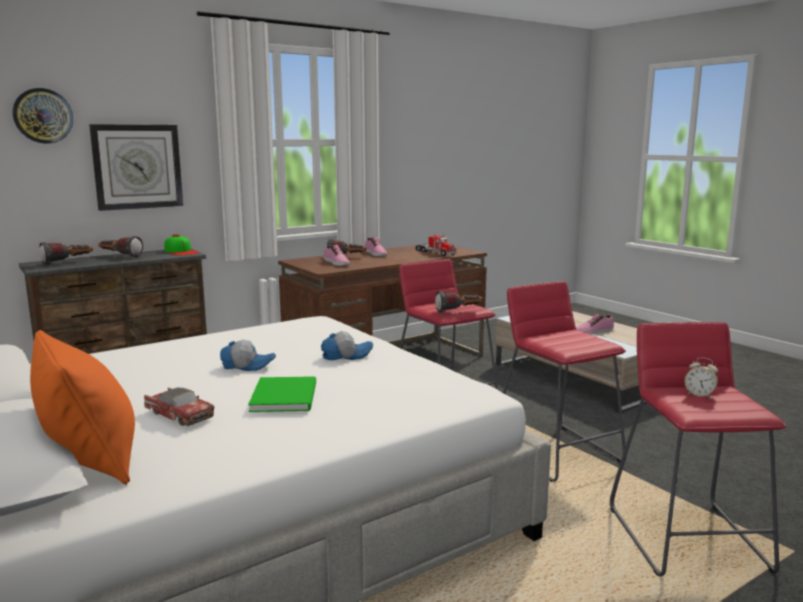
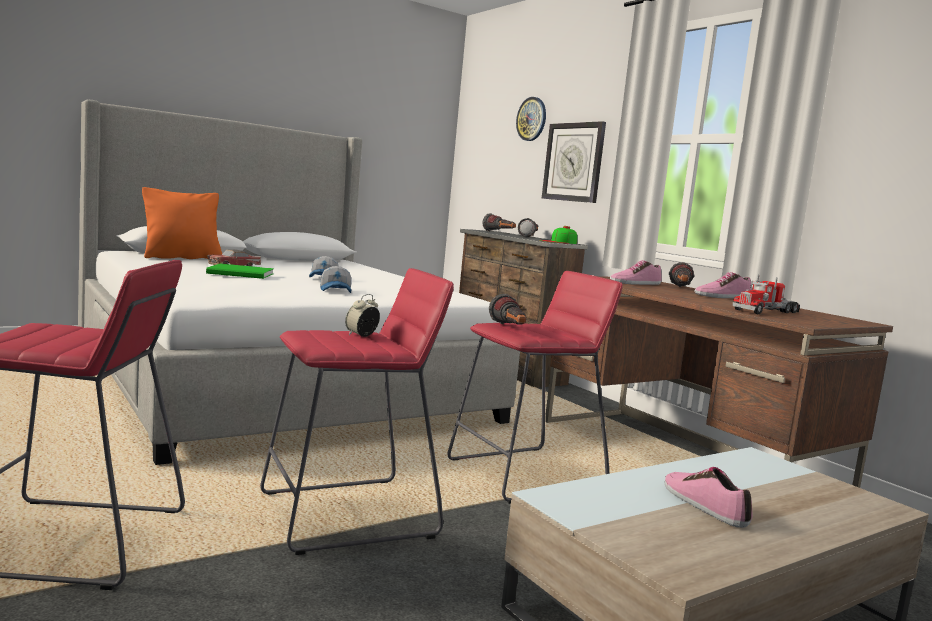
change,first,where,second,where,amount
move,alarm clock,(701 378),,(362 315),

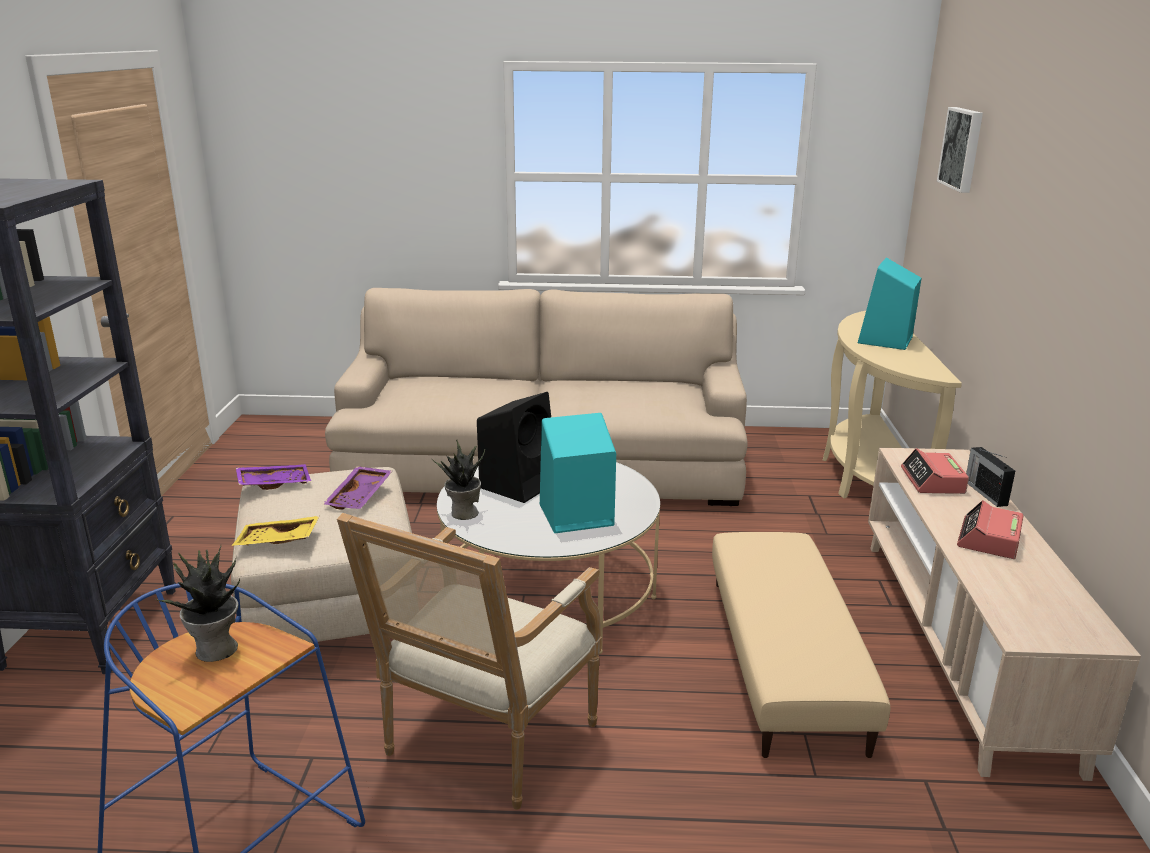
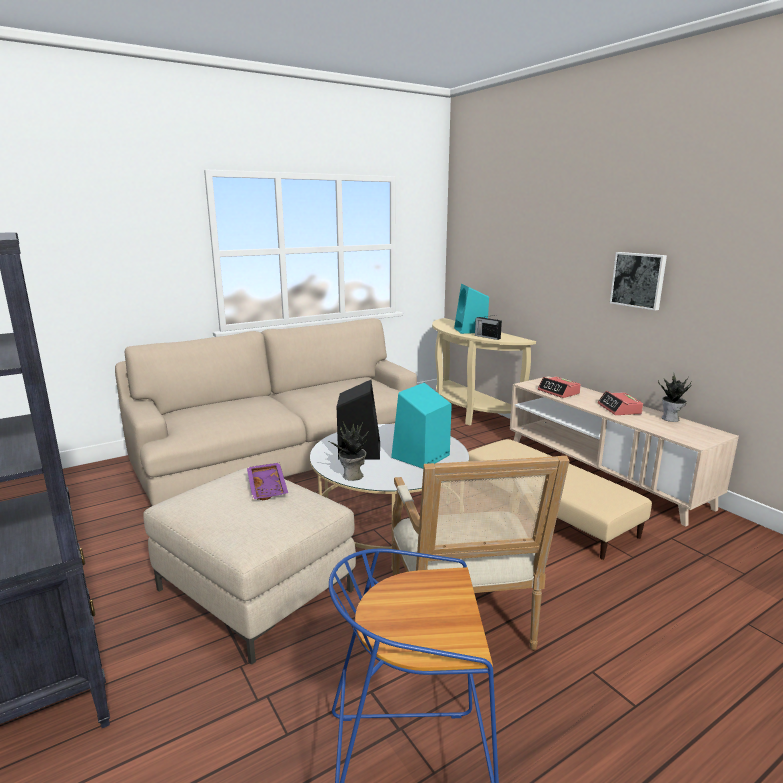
change,first,where,second,where,amount
move,picture,(960 150),,(638 281),
move,radio,(990 477),,(488 327),
delete,tray (purple),(273 477),,,
delete,tray (yellow),(275 531),,,
move,potted plant,(197 603),,(675 398),

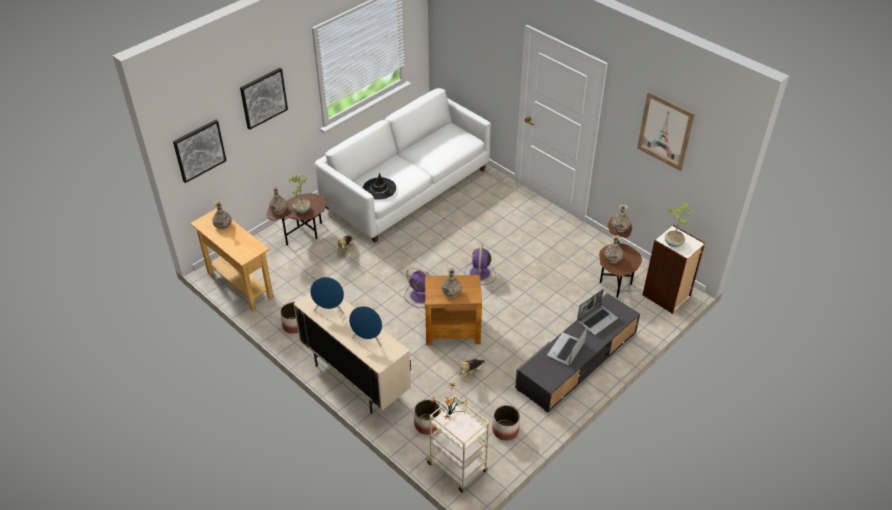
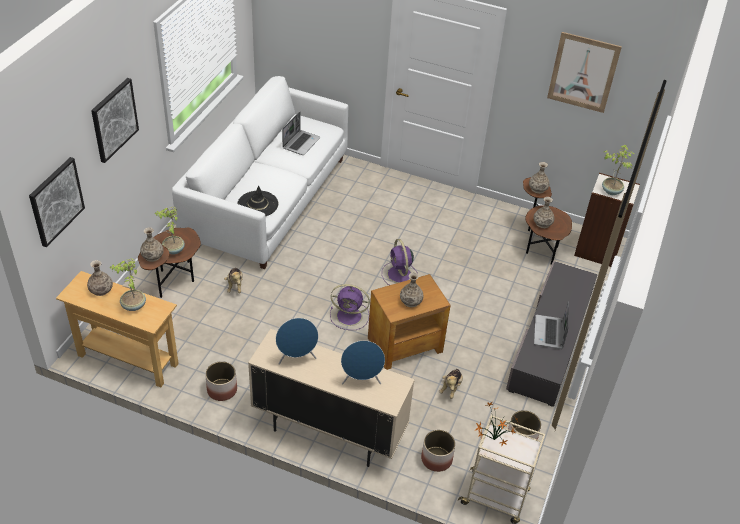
change,first,where,second,where,amount
move,laptop,(597 312),,(301 133),
insert,,,potted plant,(128 284),

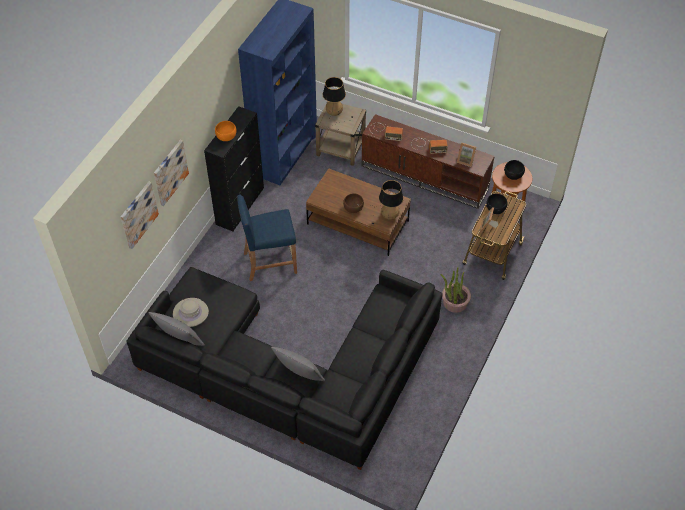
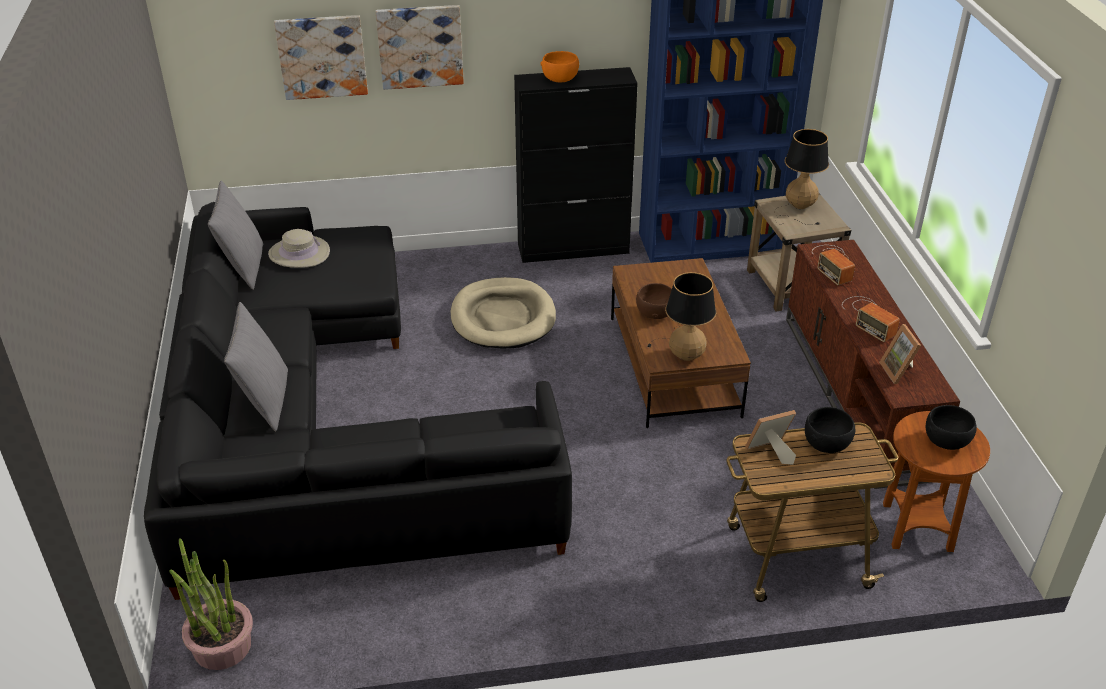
change,first,where,second,where,amount
replace,stool (blue),(267 238),dog bed (beige),(503 313),
move,potted plant,(455 290),,(211 604),

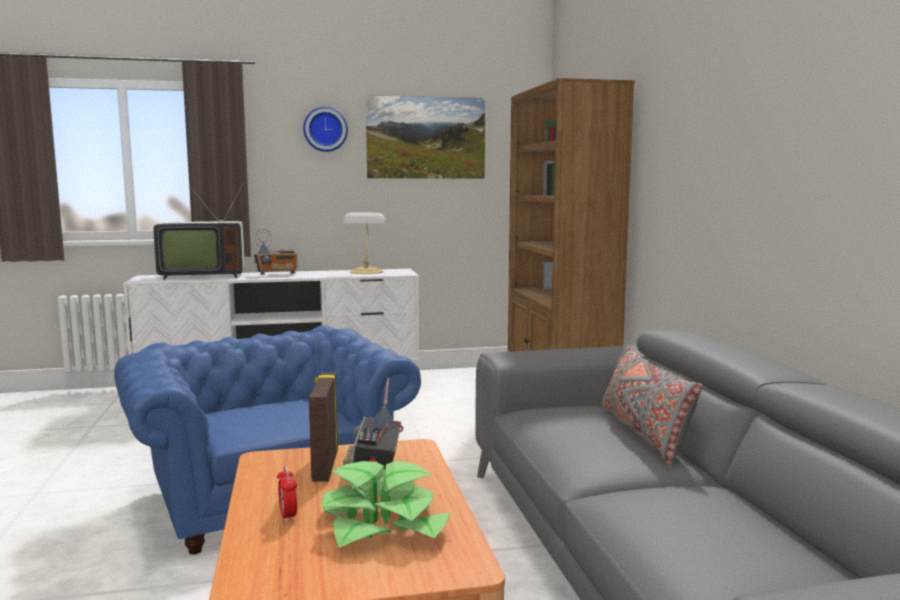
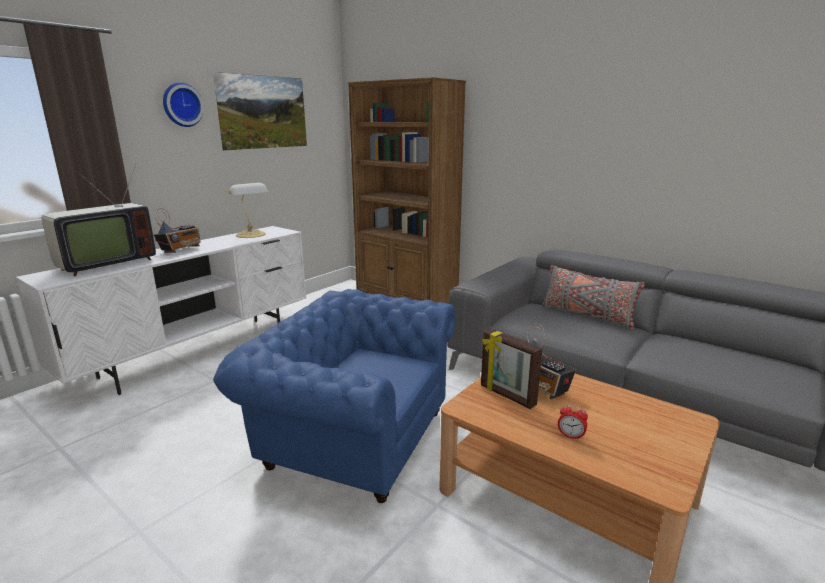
change,first,where,second,where,amount
delete,potted plant,(385 504),,,

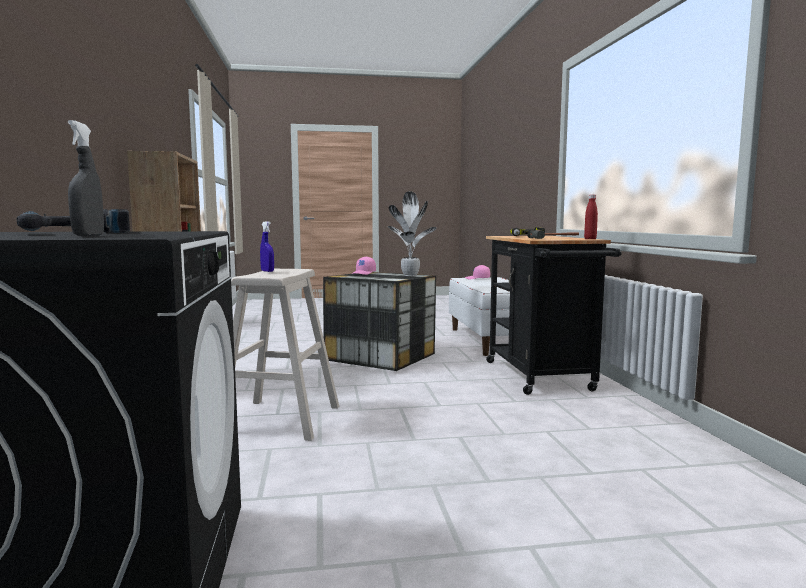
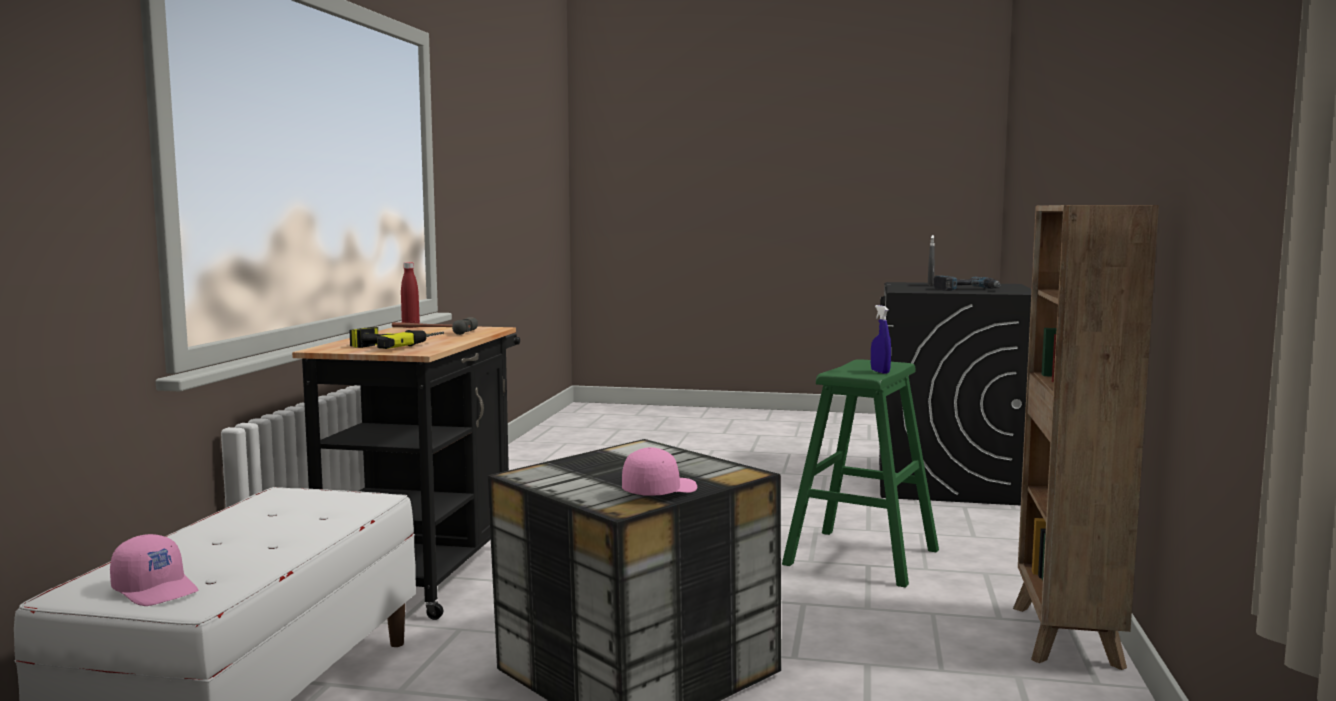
change,first,where,second,where,amount
delete,potted plant,(412 233),,,
recolor,stool (beige),(285 355),stool (green),(860 473),

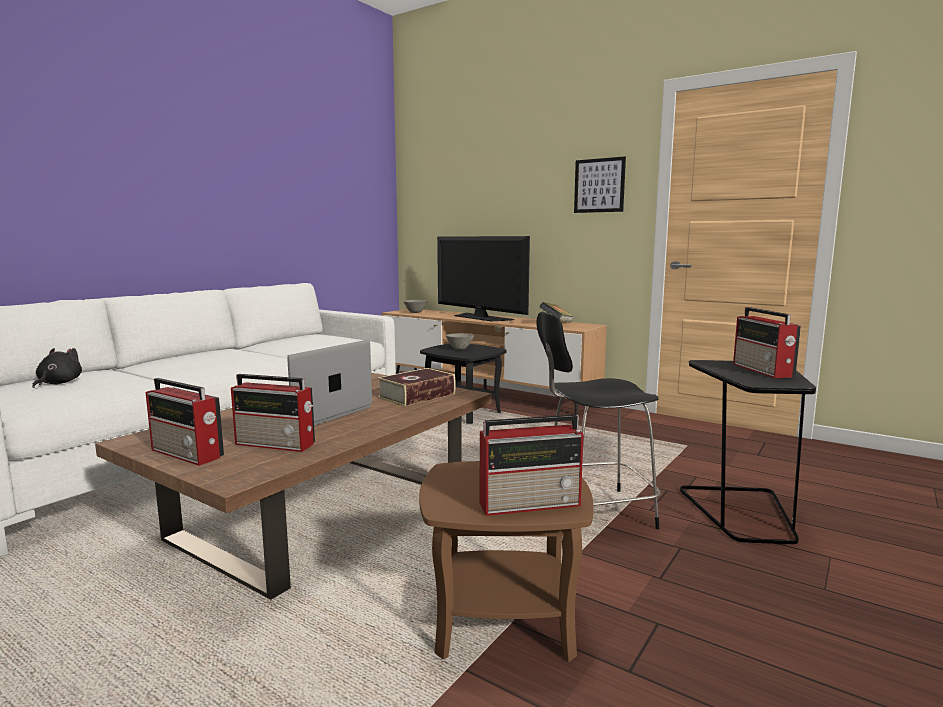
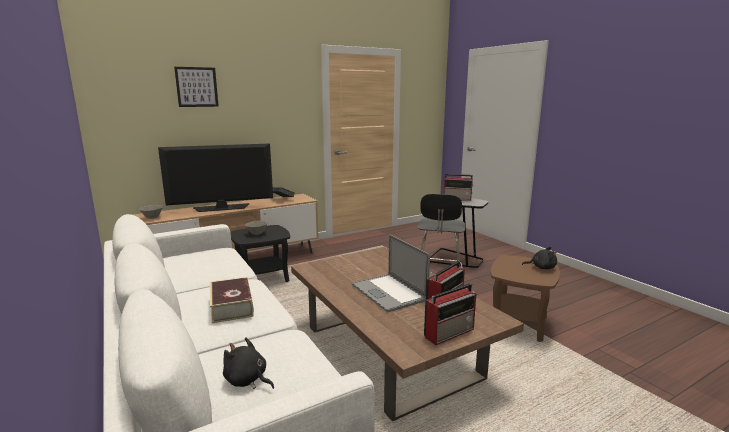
change,first,where,second,where,amount
move,picture,(600 184),,(196 87),
move,book,(416 387),,(232 300),
replace,radio,(531 465),plush toy (black),(539 258),

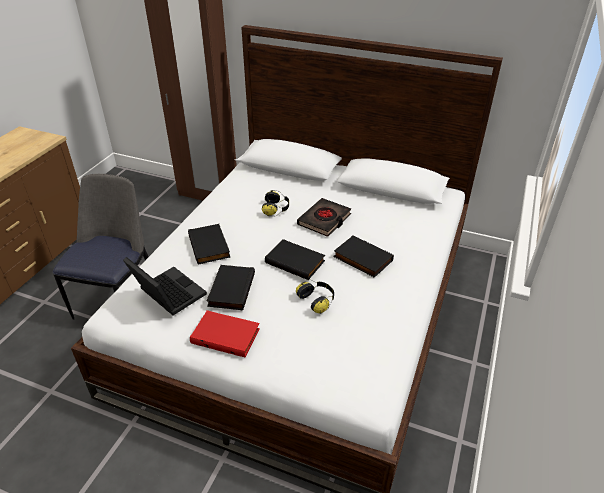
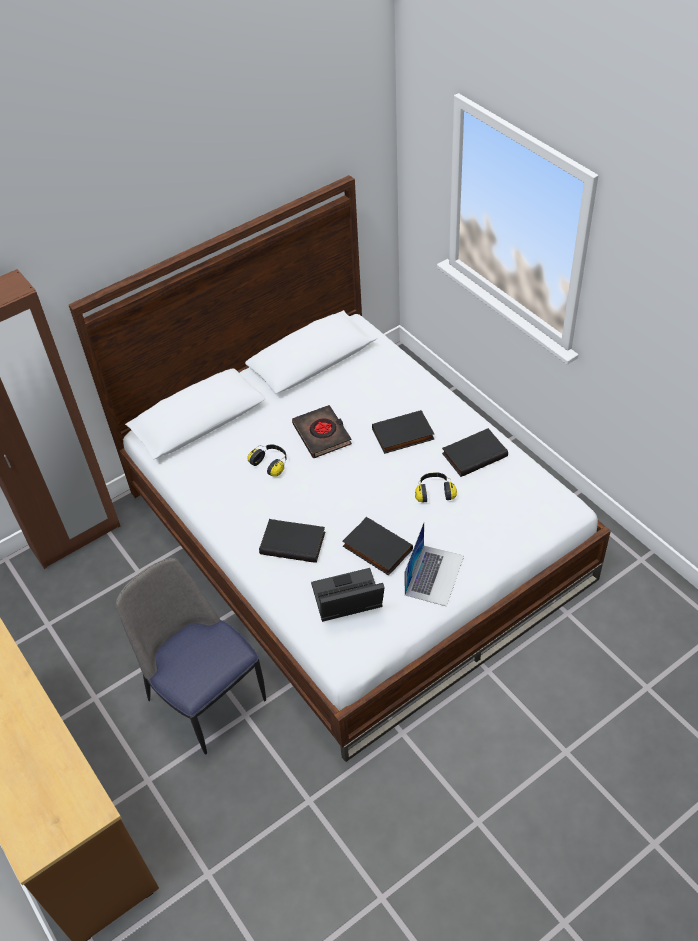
change,first,where,second,where,amount
move,book (black),(295 259),,(475 452),
replace,book (red),(225 334),laptop,(434 564),

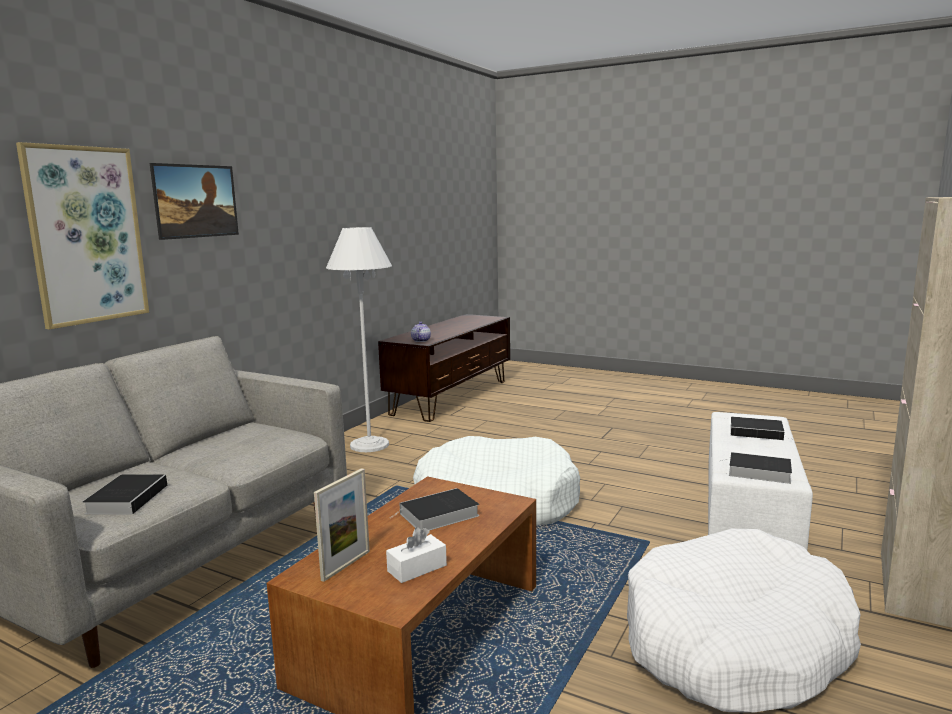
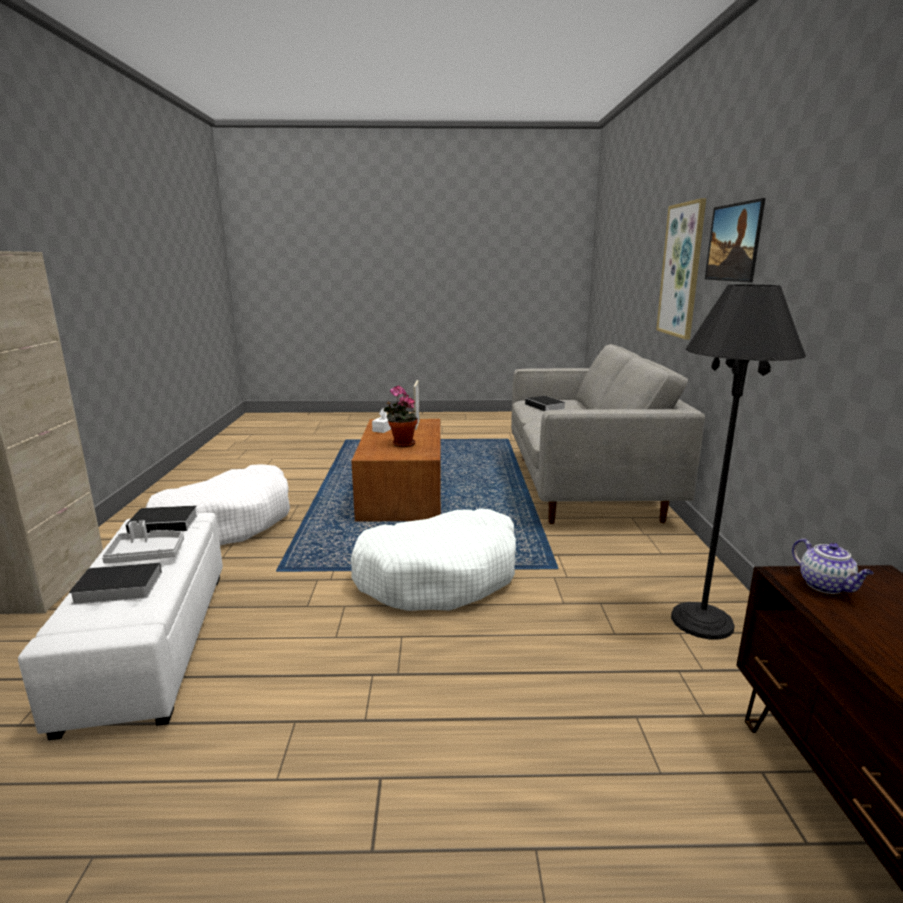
change,first,where,second,where,amount
recolor,floor lamp (white),(359 339),floor lamp (black),(738 462),
replace,book,(434 509),potted plant,(400 416),
insert,,,tray (grey),(143 542),

